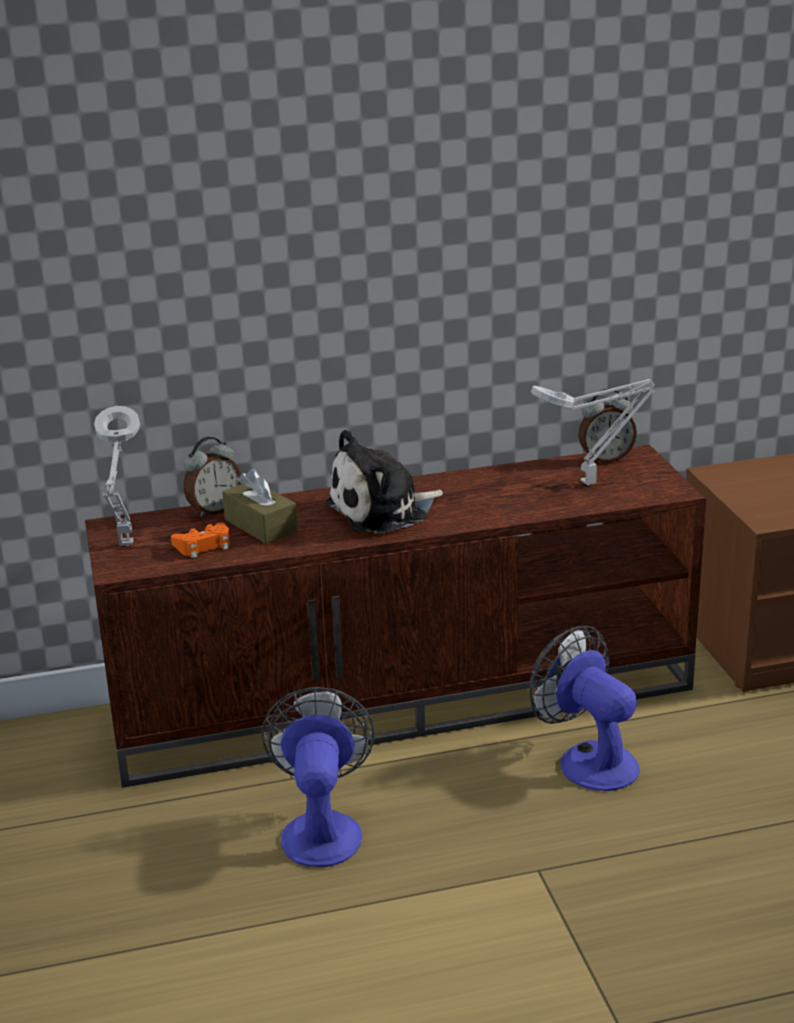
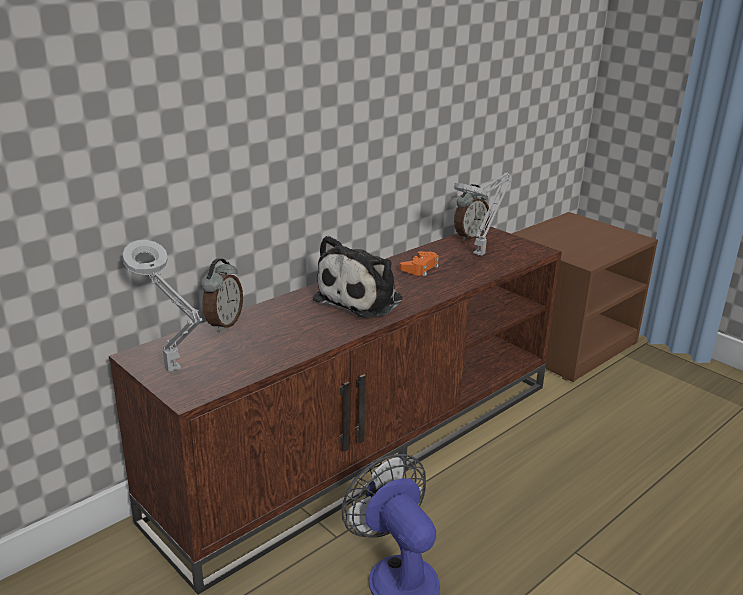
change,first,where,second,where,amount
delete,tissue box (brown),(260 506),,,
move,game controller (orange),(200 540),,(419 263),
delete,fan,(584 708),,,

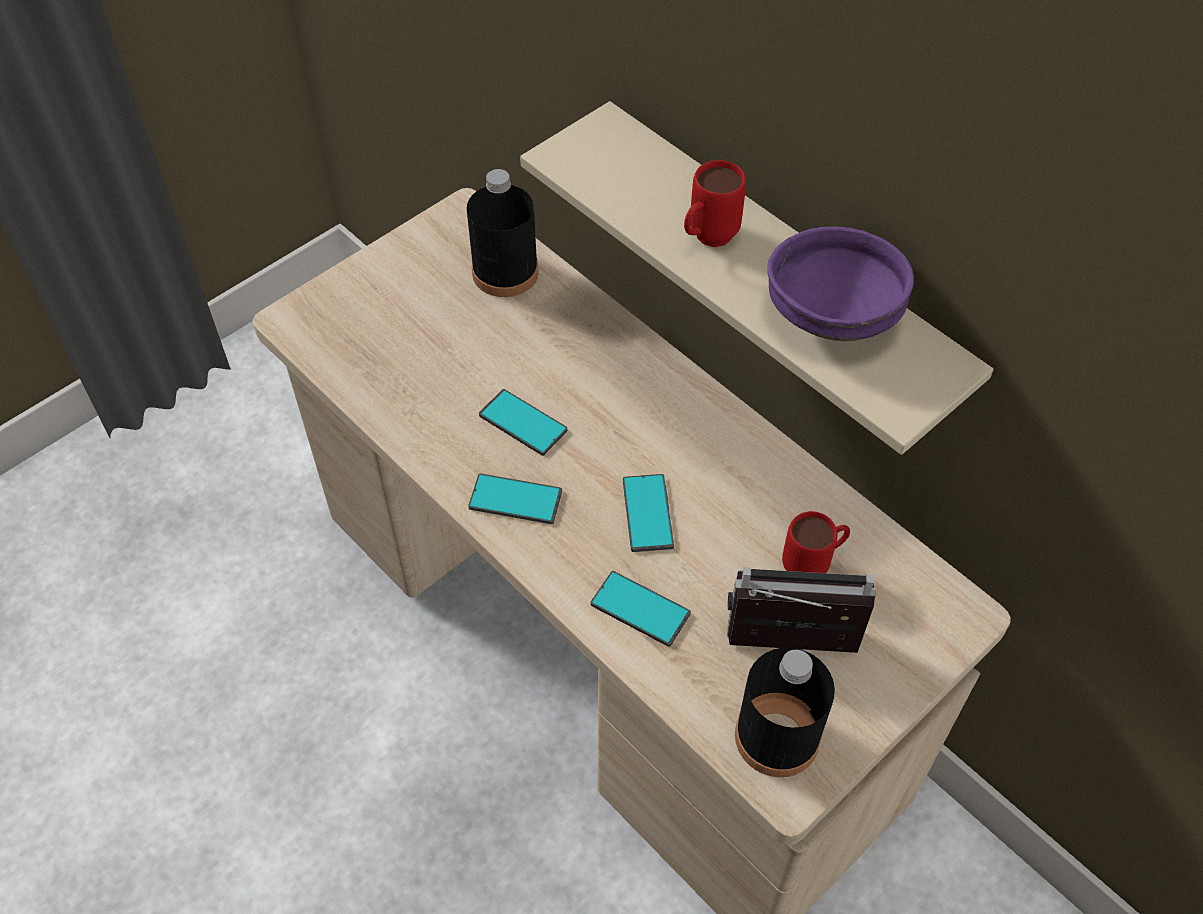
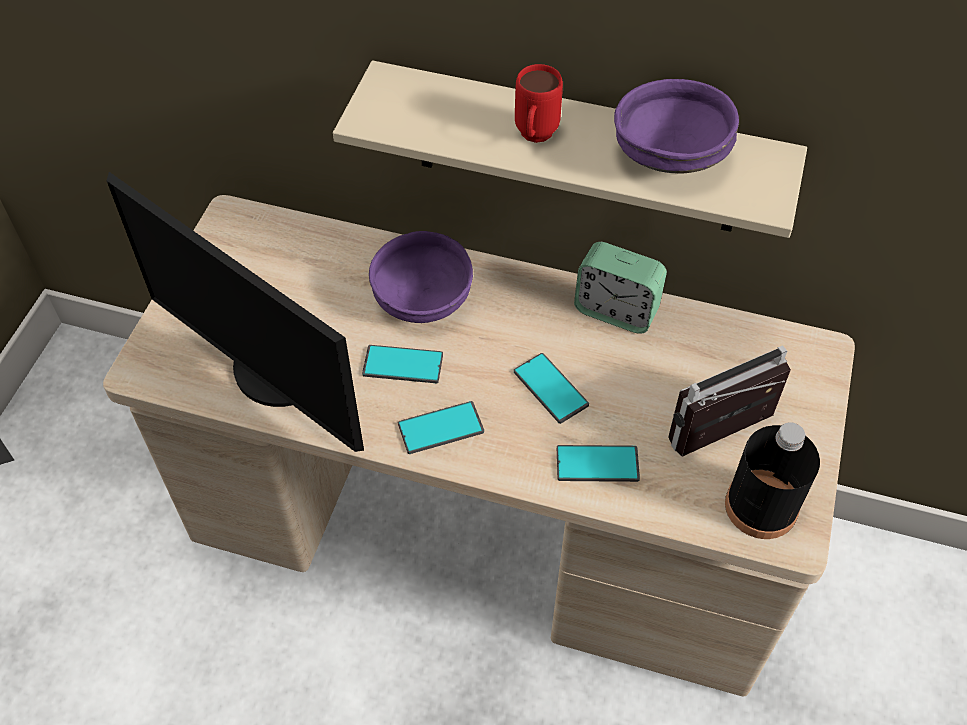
change,first,where,second,where,amount
delete,bottle (black),(503 233),,,
delete,mug (red),(816 542),,,
insert,,,monitor,(235 312),
insert,,,bowl (purple),(421 277),
insert,,,alarm clock,(620 288),

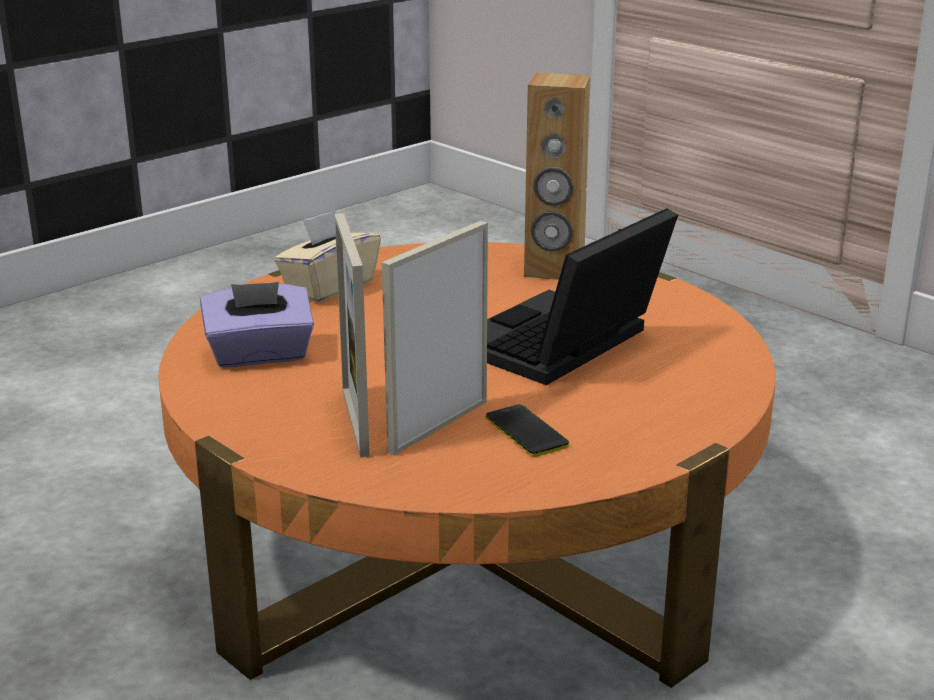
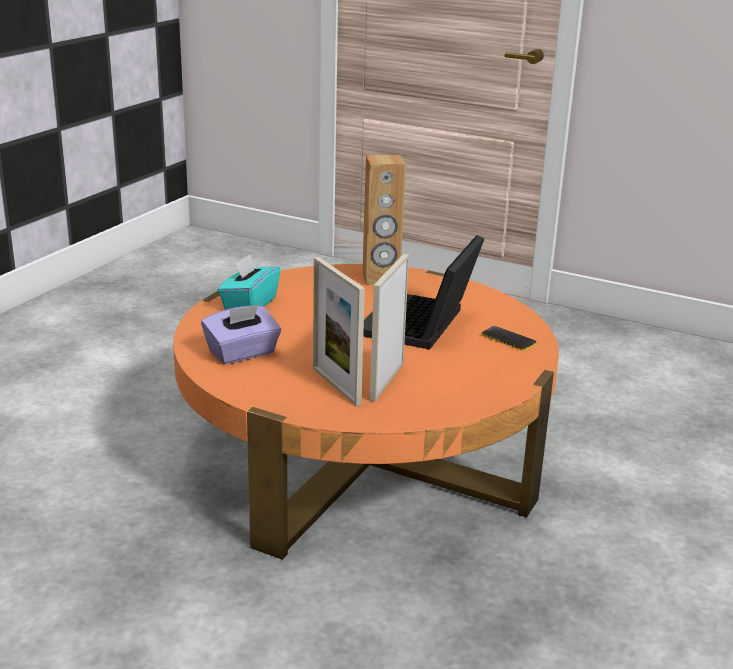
change,first,where,second,where,amount
recolor,tissue box (beige),(327 256),tissue box (turquoise),(248 282),
move,phone,(527 430),,(508 338),

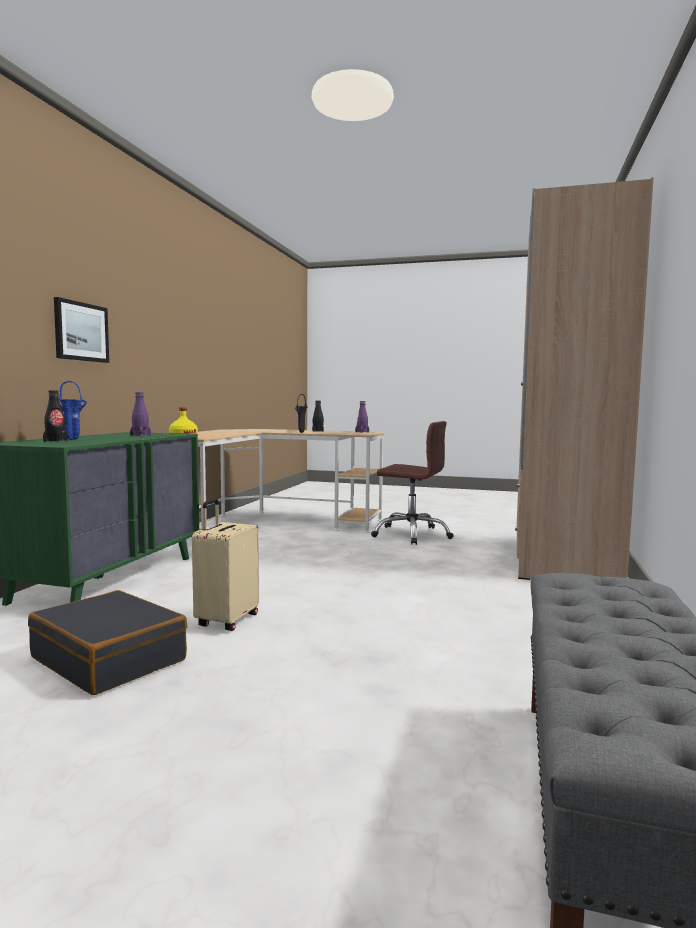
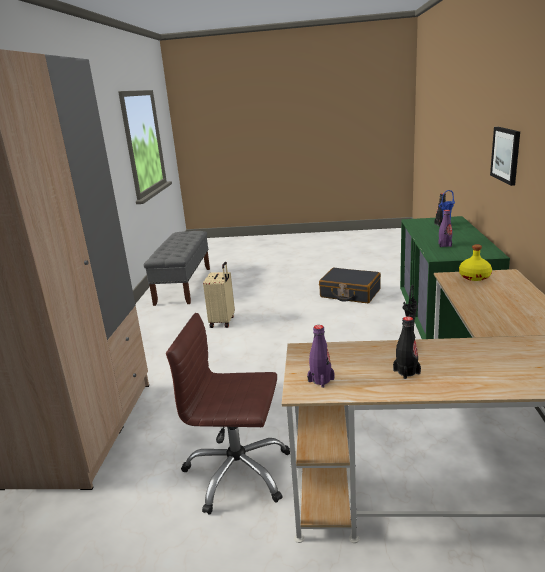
change,first,where,second,where,amount
move,suitcase (beige),(225 565),,(219 295),

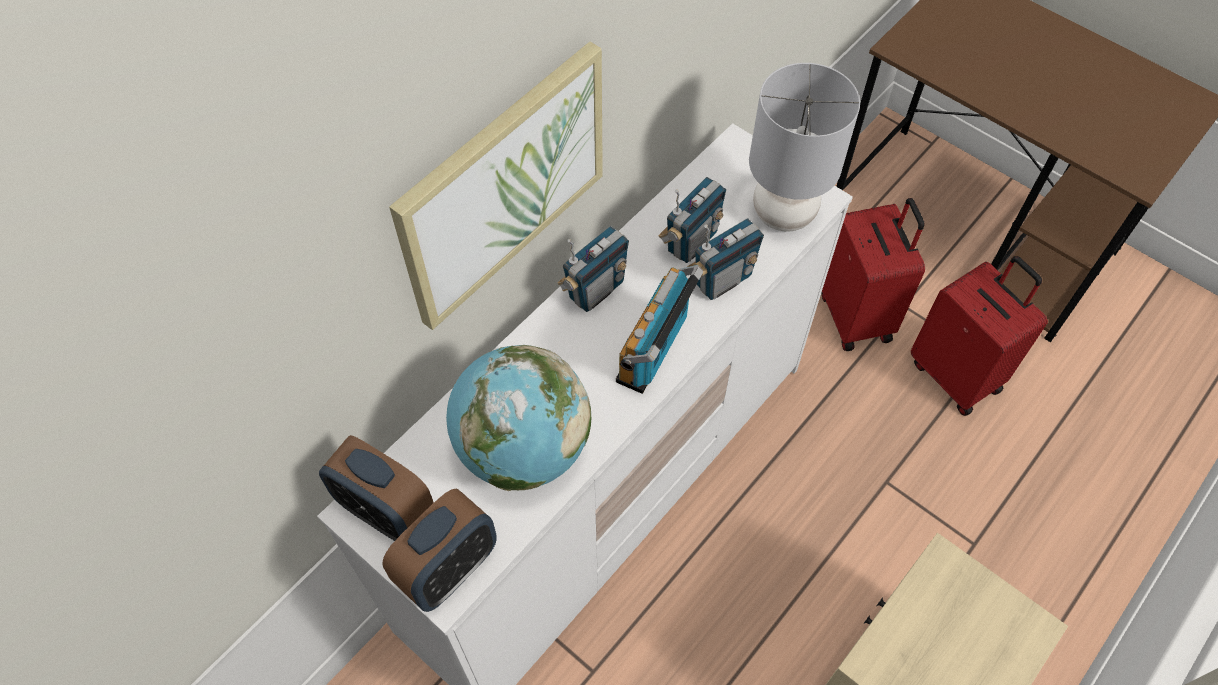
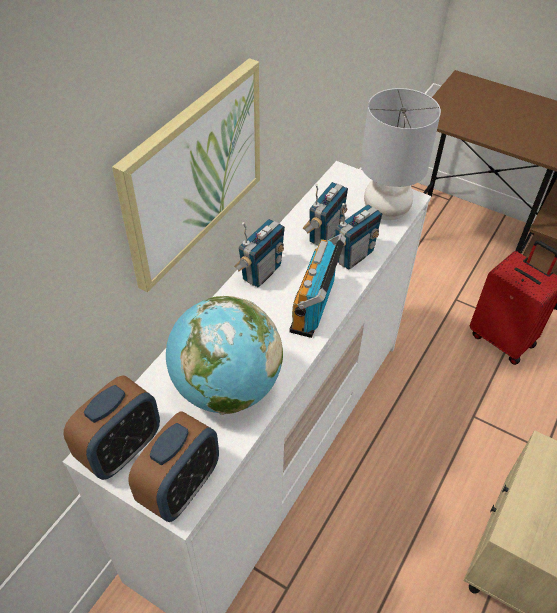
change,first,where,second,where,amount
delete,suitcase (red),(873 274),,,
rotate,alarm clock,(376 488),,(112 427),75 degrees counterclockwise

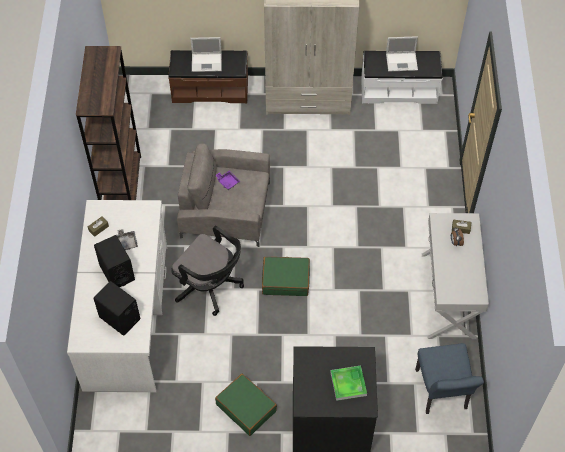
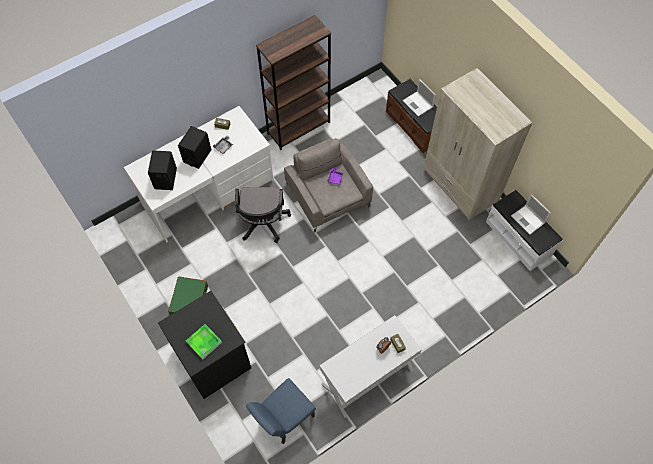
change,first,where,second,where,amount
delete,suitcase (green),(286 276),,,

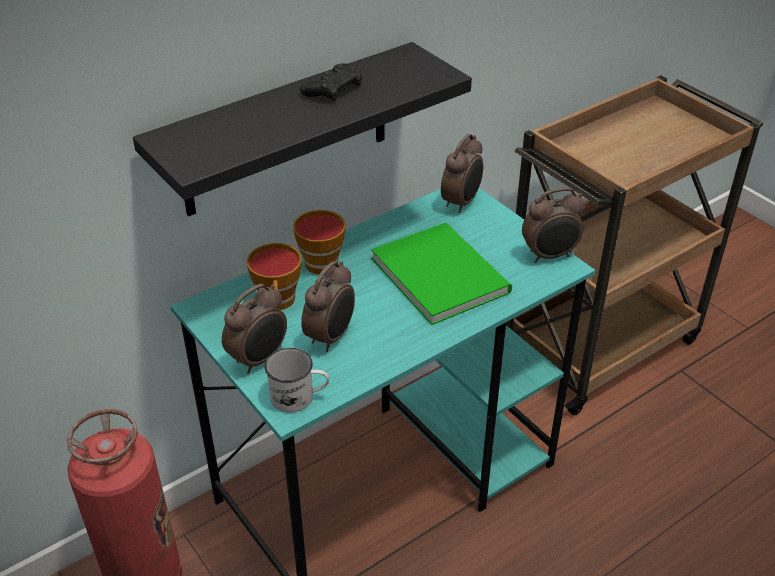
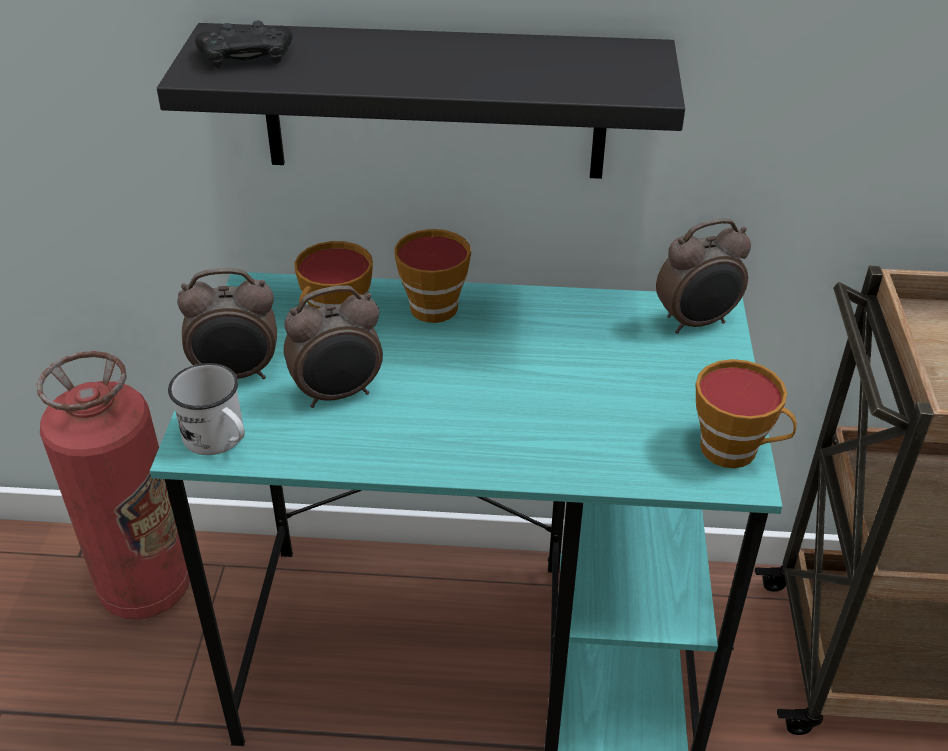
change,first,where,second,where,amount
move,game controller (black),(331 82),,(244 44),
replace,alarm clock,(553 225),cup,(746 413),
delete,book (green),(441 274),,,

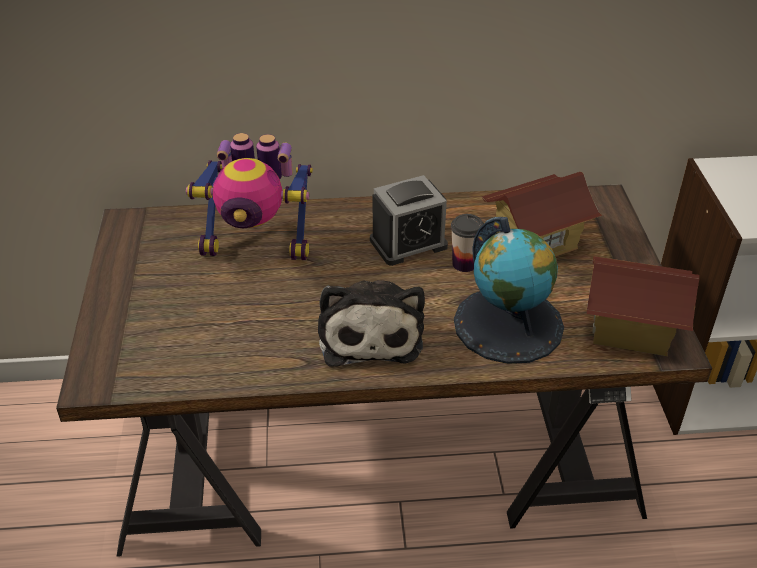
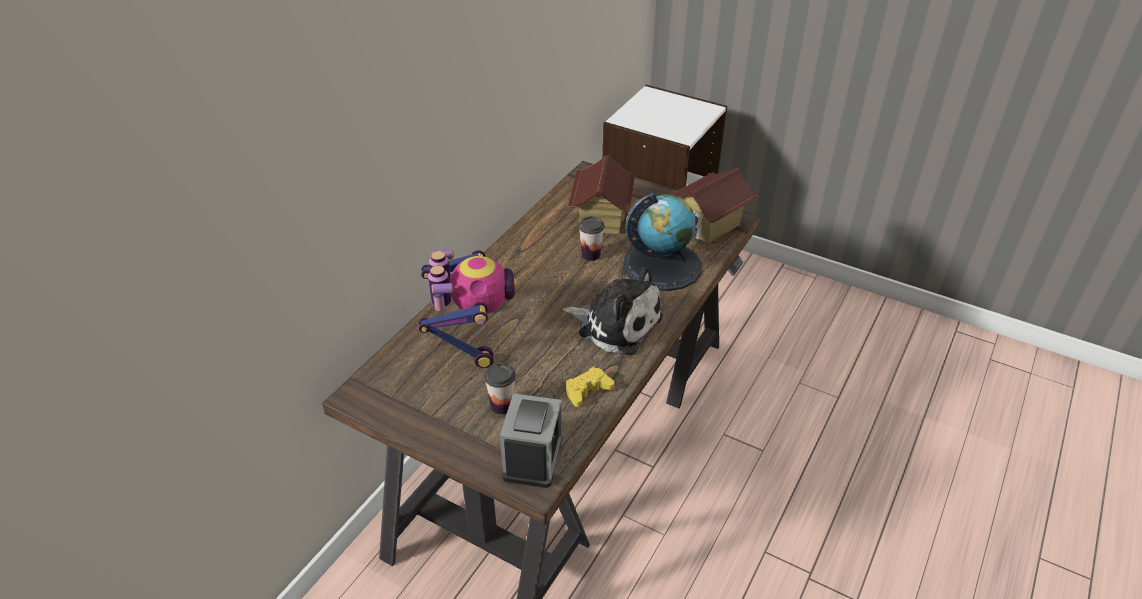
change,first,where,second,where,amount
rotate,toy robot,(249 196),,(468 308),45 degrees counterclockwise
move,alarm clock,(409 220),,(531 440),
insert,,,cup,(500 389),
insert,,,game controller (yellow),(590 387),

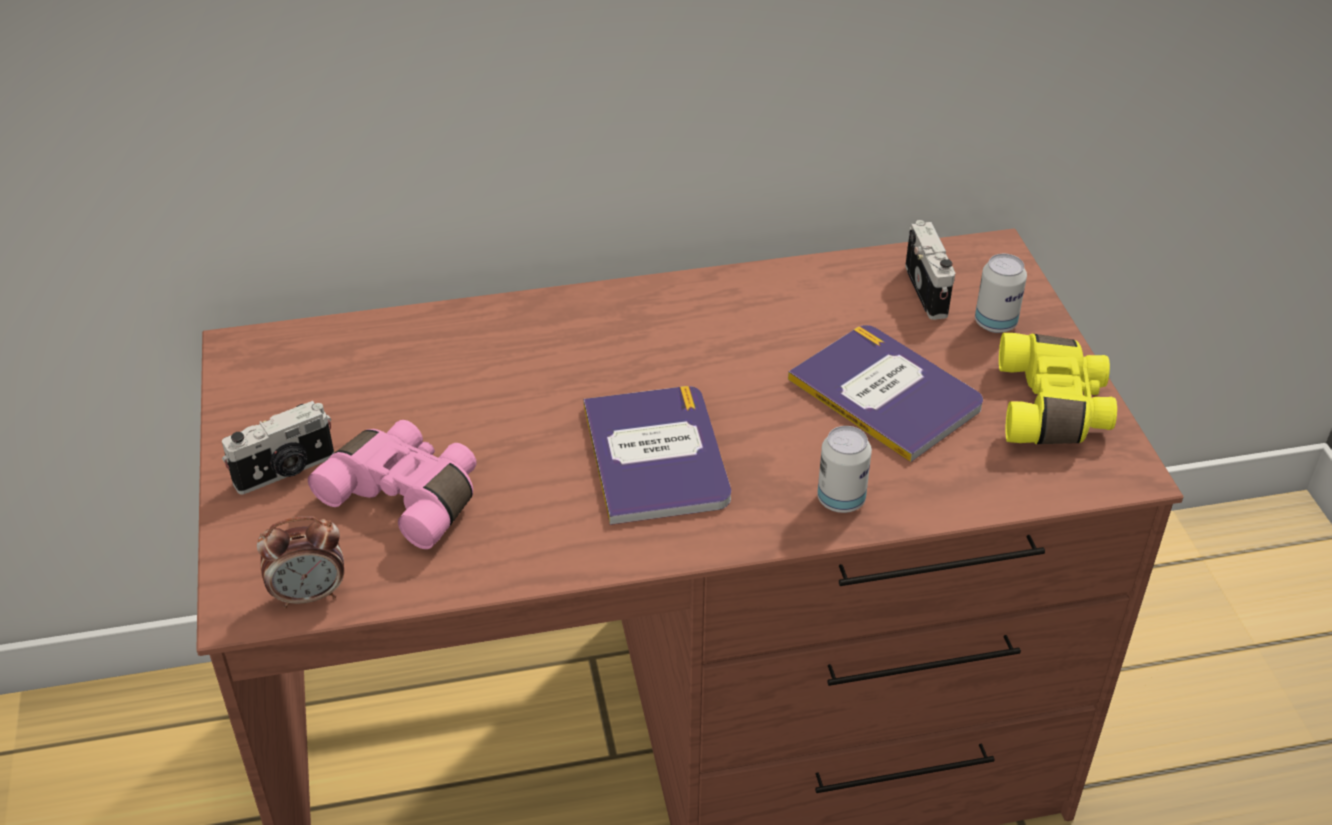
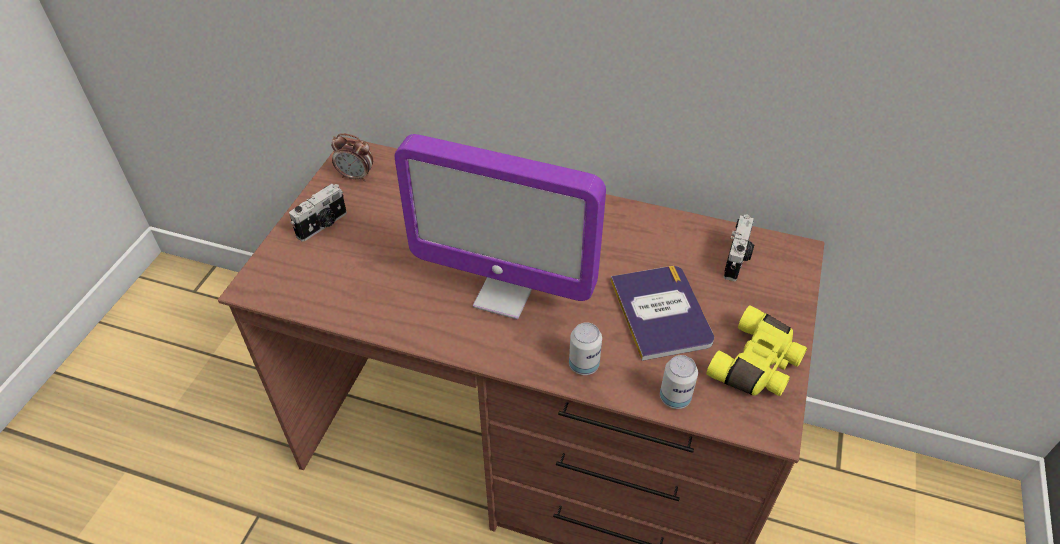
change,first,where,second,where,amount
move,can,(1001 293),,(679 382),
replace,book,(657 455),monitor,(500 226),
rotate,photo camera,(278 447),,(318 213),45 degrees counterclockwise
delete,binoculars (pink),(392 484),,,
move,alarm clock,(300 562),,(352 157),

